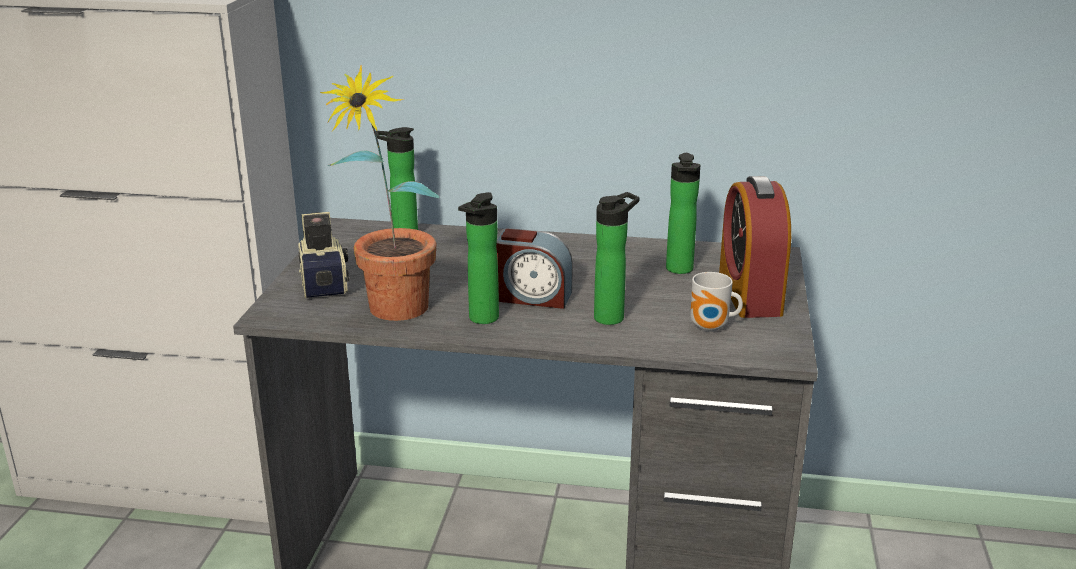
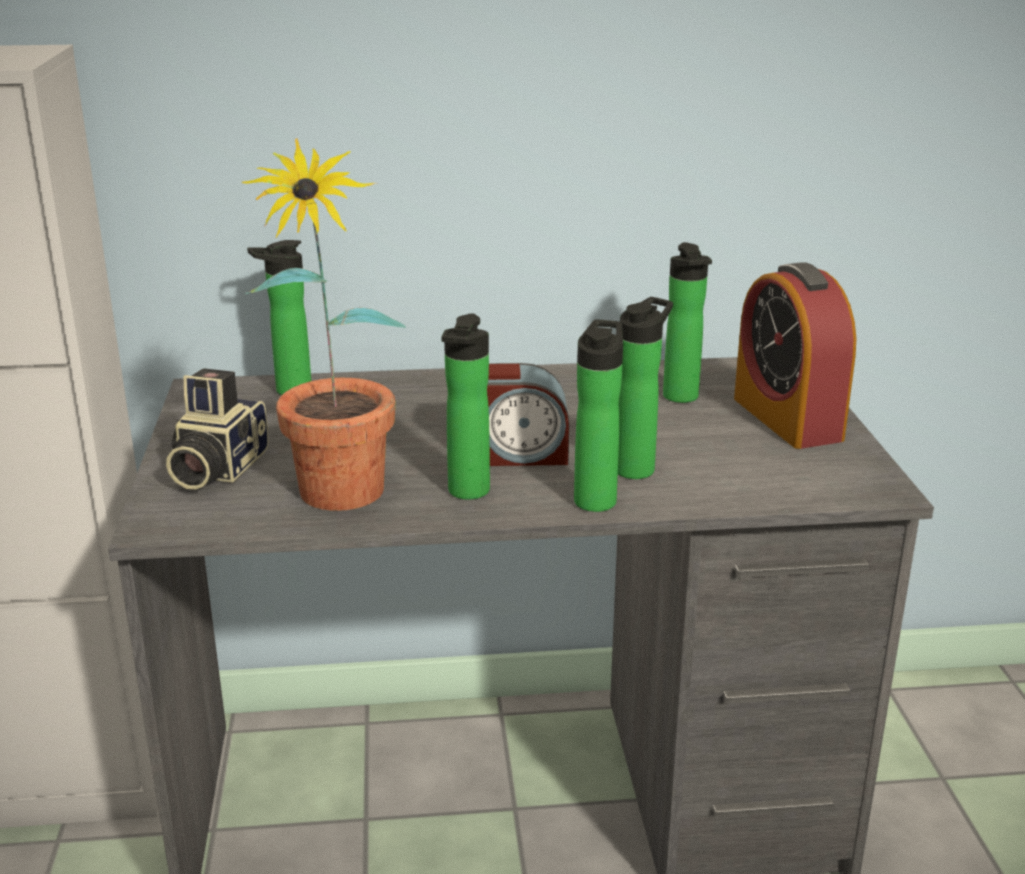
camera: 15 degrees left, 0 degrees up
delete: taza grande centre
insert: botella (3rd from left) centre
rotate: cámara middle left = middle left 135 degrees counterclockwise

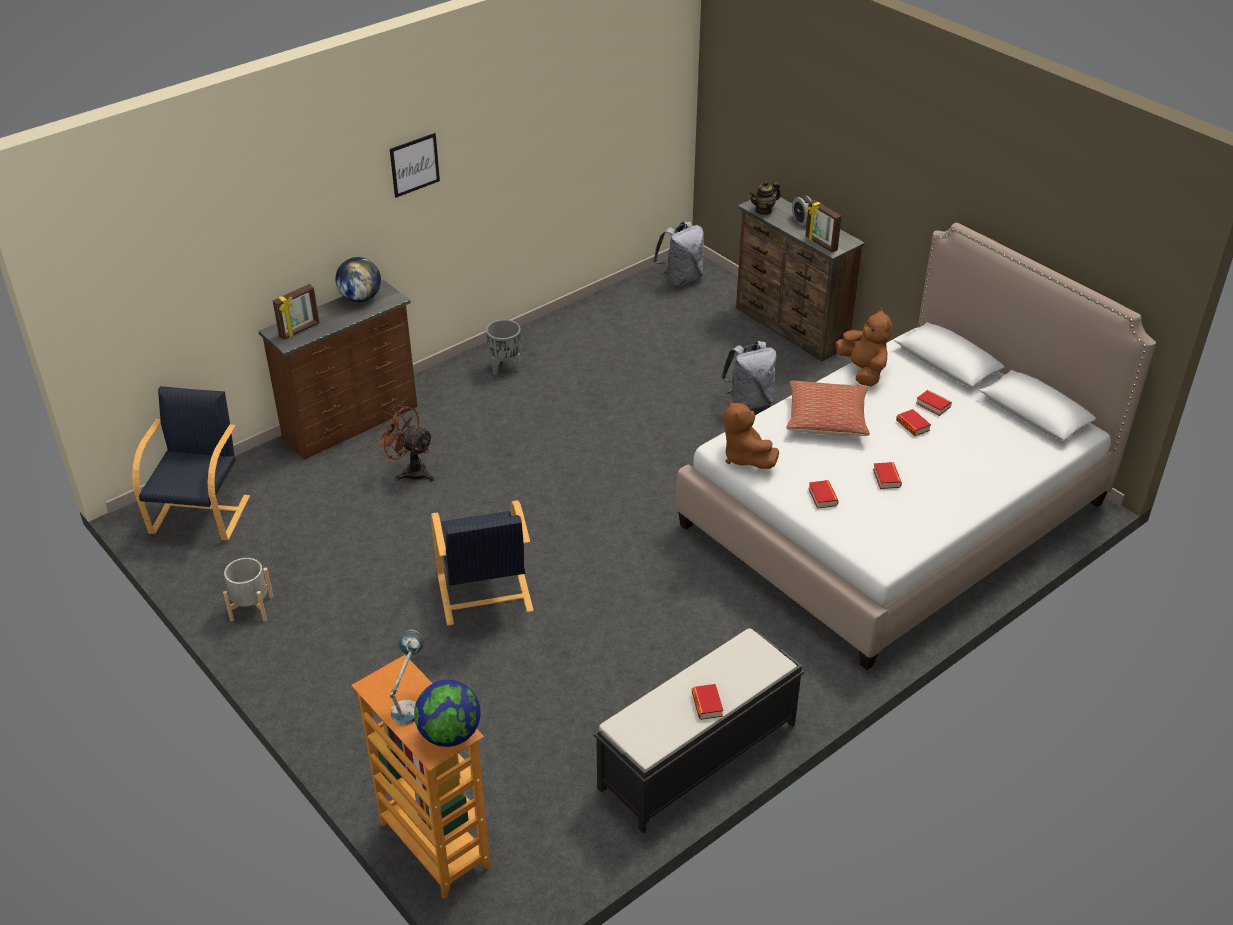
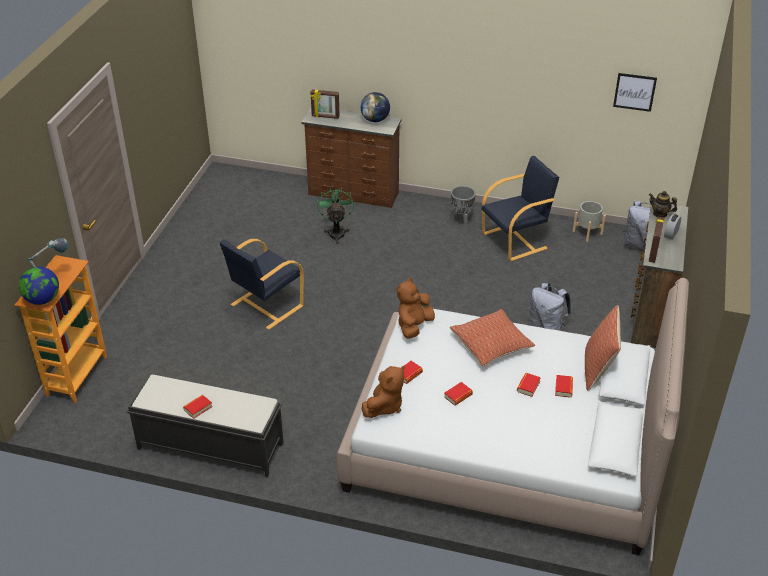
camera: 55 degrees right, 0 degrees up
insert: cojín (2nd from left) middle right
move: sillón [negro] (1st from left in the first image) middle left to sillón [negro] (2nd from left) middle right; maceta [gris] (1st from left in the first image) middle left to maceta [gris] (2nd from left) middle right; cuadro top centre to top right; peluche [marrón] (2nd from left in the first image) middle right to peluche [marrón] (1st from left) bottom centre
recolor: ventilador [marrón] middle left to ventilador [verde] centre

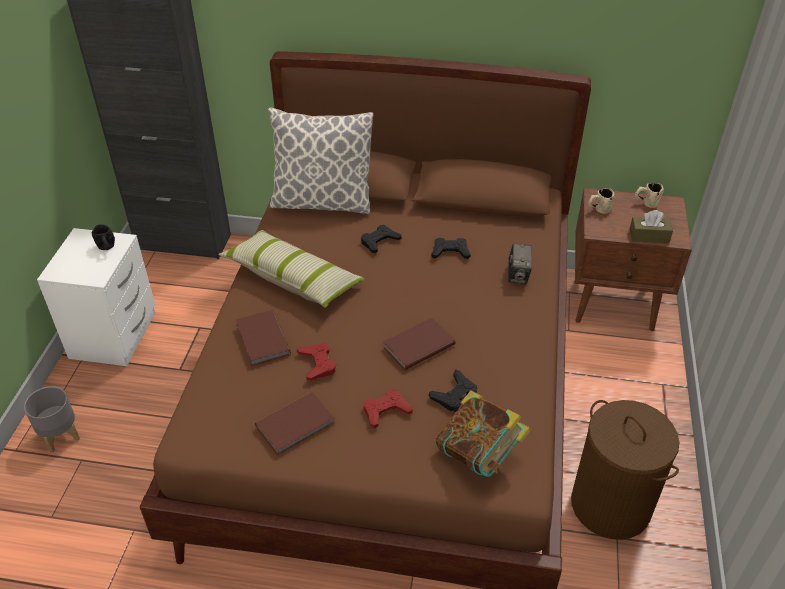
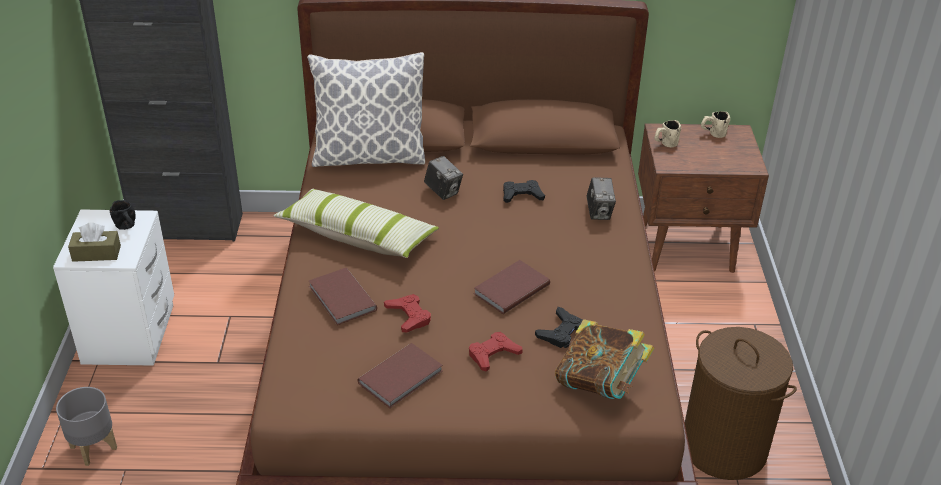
camera: 10 degrees left, 5 degrees down
move: caja de pañuelos [marrón] middle right to middle left
replace: mando de consola [negro] (1st from left) centre to cámara (1st from left) centre

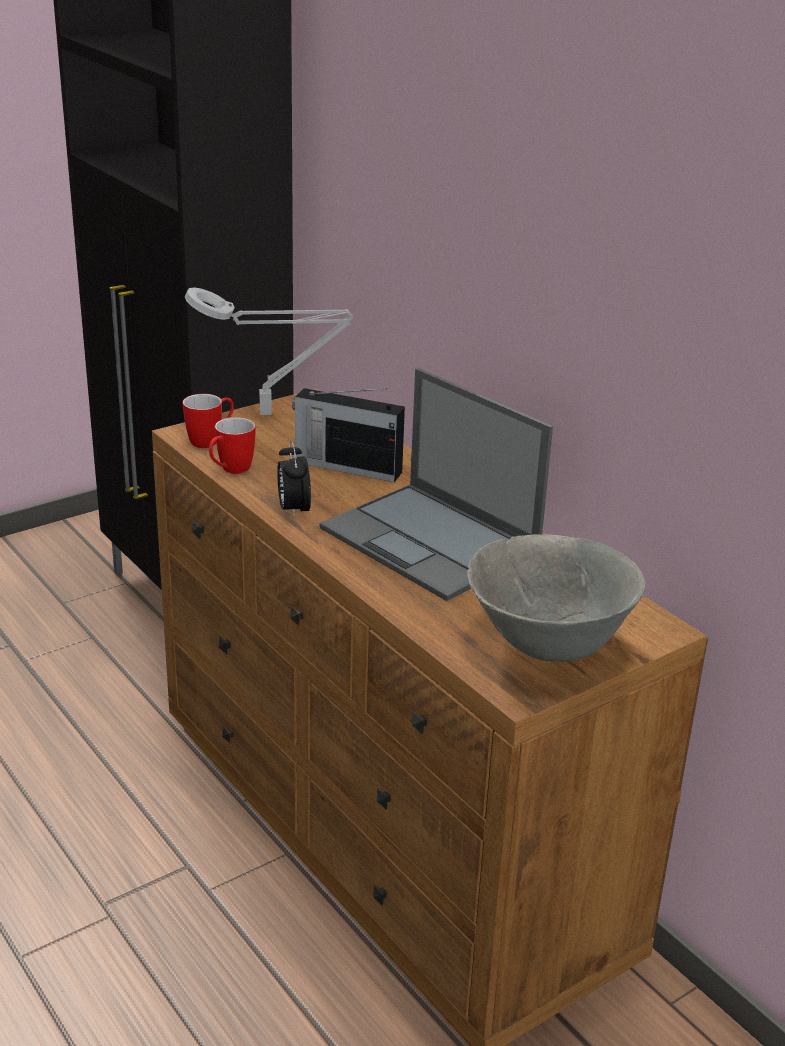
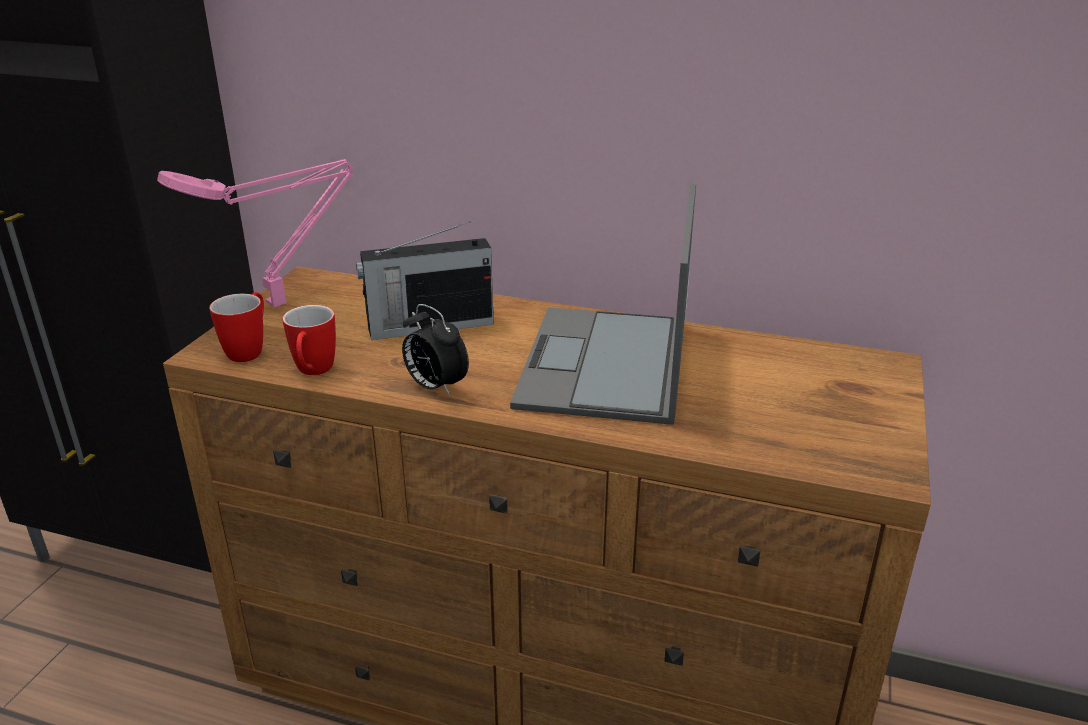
camera: 35 degrees left, 0 degrees up
delete: cuenco [gris] middle right
recolor: lámpara de mesa [gris] centre to lámpara de mesa [rosa] top left
rotate: portátil centre = centre 90 degrees clockwise

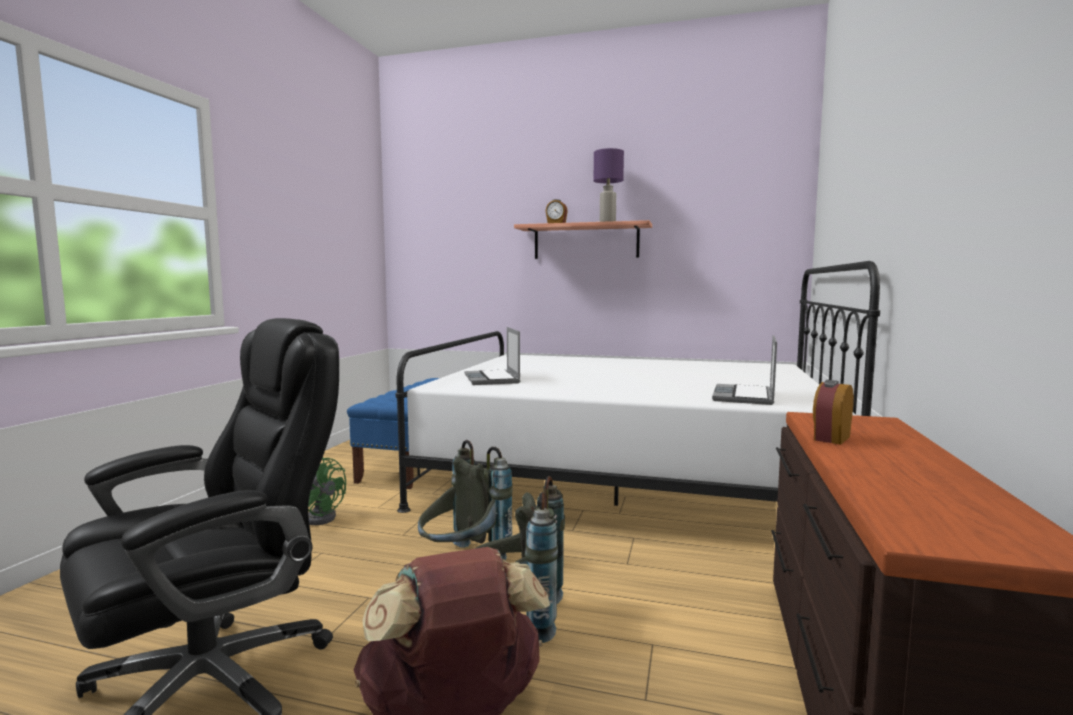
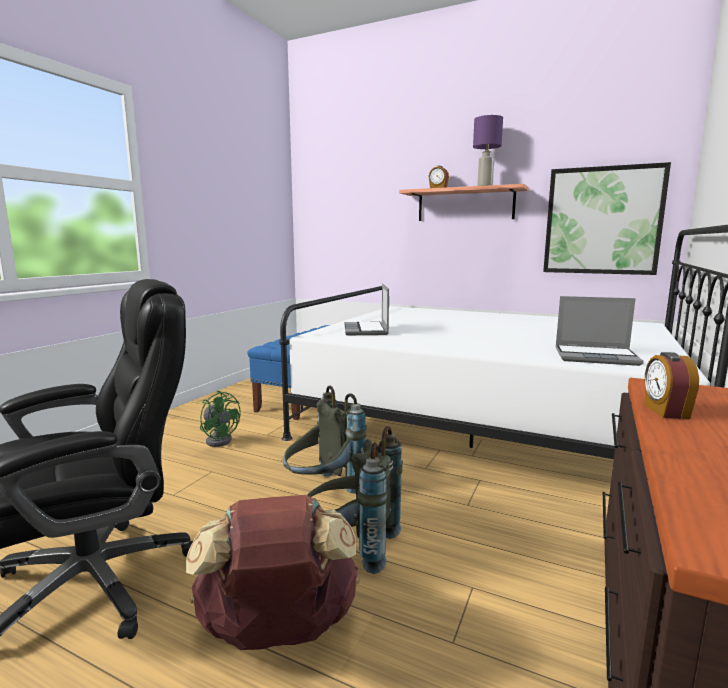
camera: 10 degrees right, 5 degrees up
insert: cuadro top right
rotate: portátil (2nd from left) middle right = middle right 105 degrees counterclockwise; despertador (2nd from left) middle right = middle right 45 degrees counterclockwise

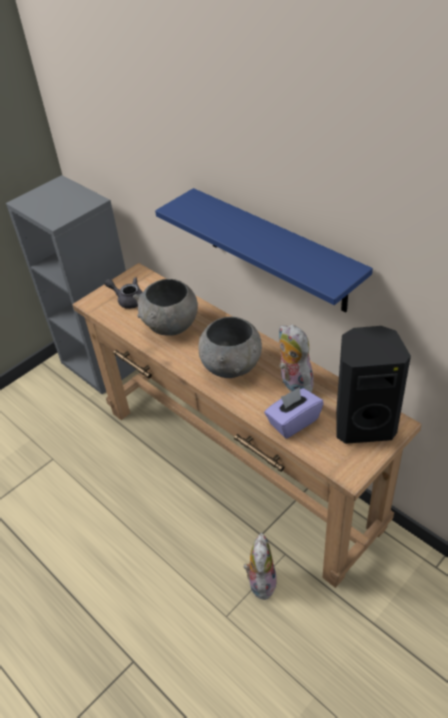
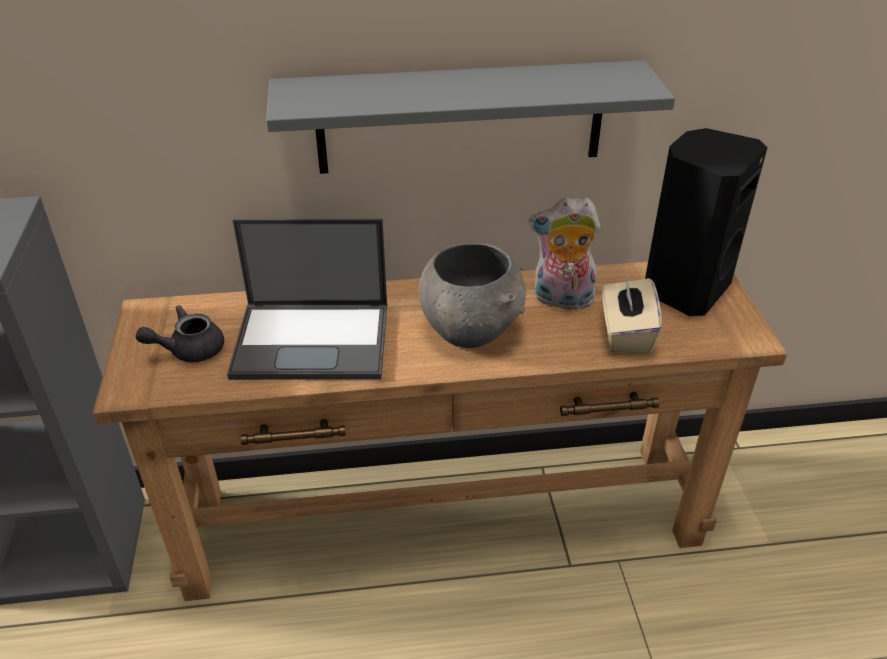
camera: 55 degrees left, 5 degrees down
delete: peluche (1st from left) bottom centre
replace: cuenco [gris] (1st from left) centre to portátil centre
recolor: estante [azul] centre to estante [gris] top centre; caja de pañuelos [morado] centre to caja de pañuelos [beis] middle right

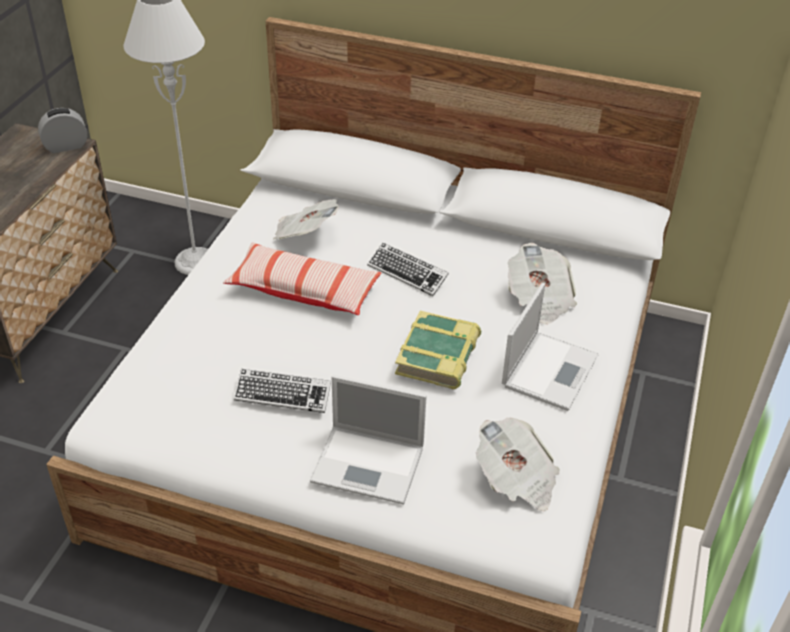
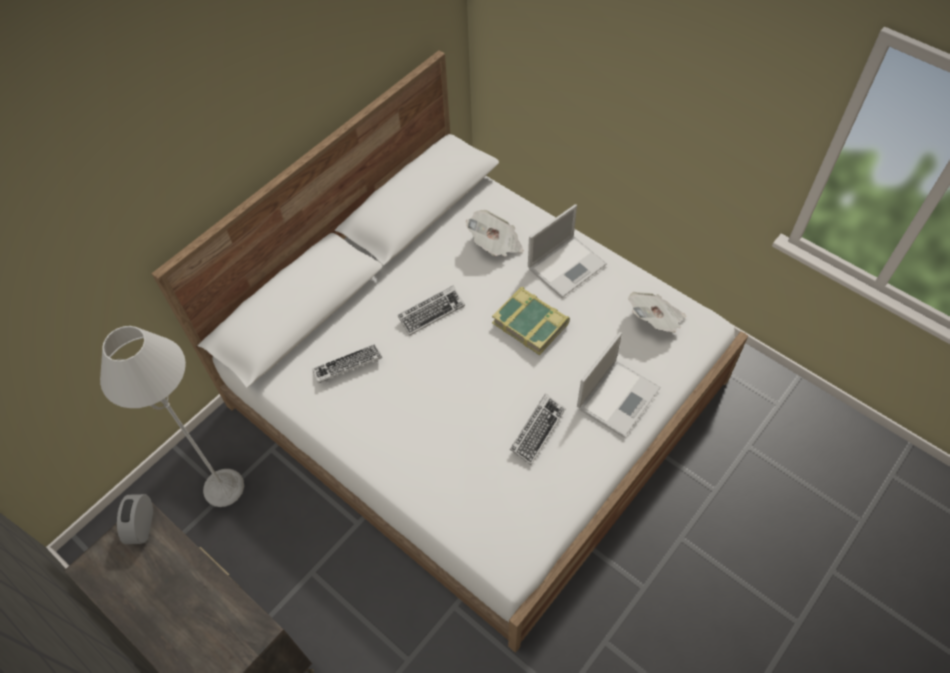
camera: 65 degrees left, 15 degrees up
delete: cojín centre
replace: periódico (1st from left) centre to teclado (1st from left) centre
rotate: portátil (2nd from left in the first image) middle right = centre 90 degrees clockwise

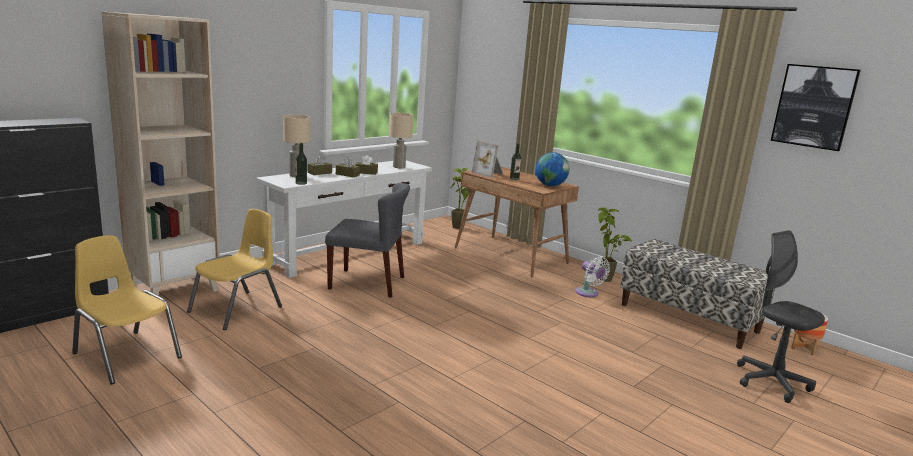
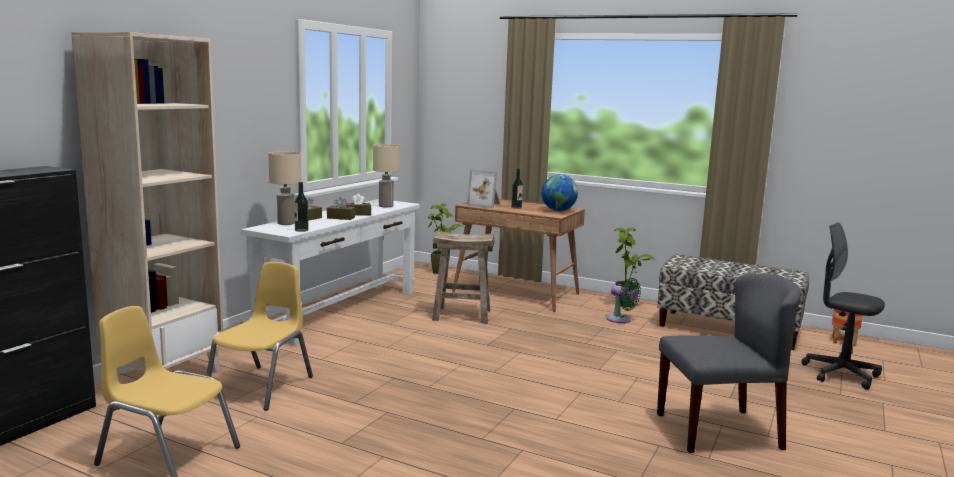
camera: 15 degrees left, 5 degrees down
delete: cuadro top right
insert: taburete [beis] centre
move: silla [gris] centre to bottom right
recolor: ventilador [blanco] centre to ventilador [verde] centre

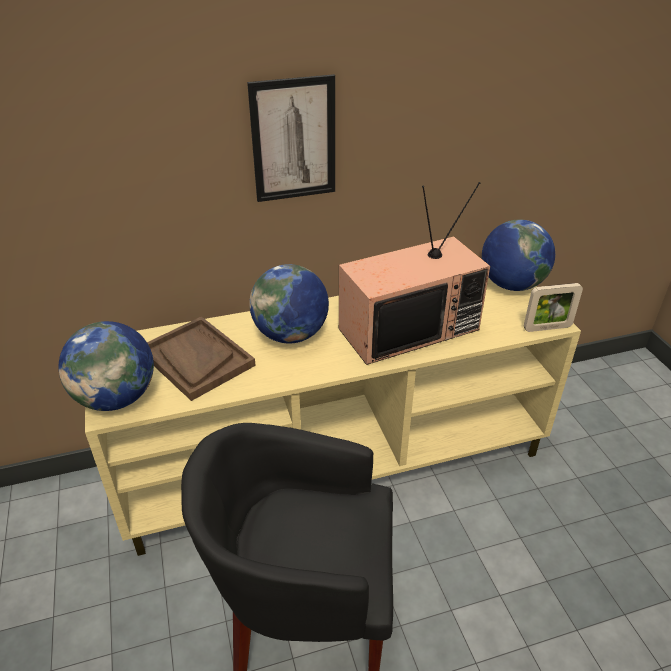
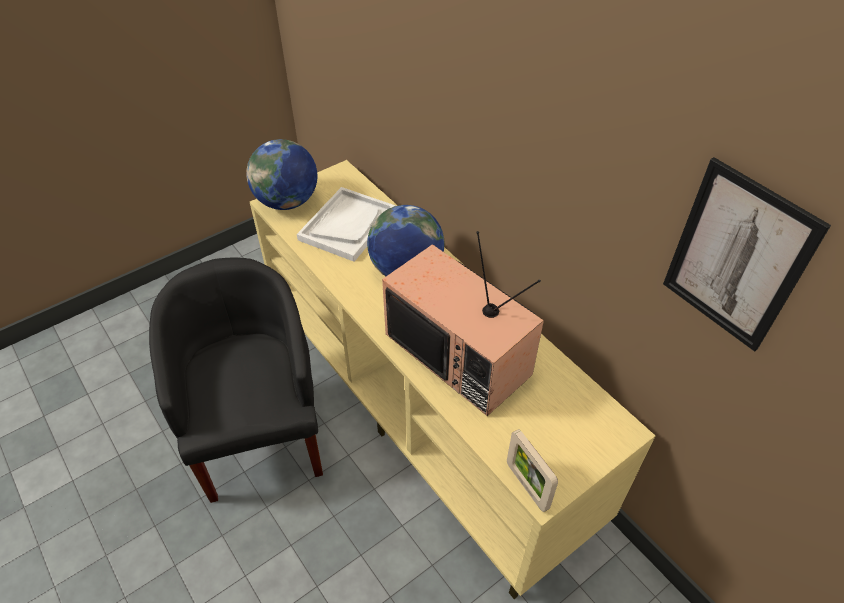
camera: 70 degrees right, 10 degrees up
delete: globo terráqueo (3rd from left) middle right
move: cuadro top centre to middle right
recolor: bandeja [marrón] middle left to bandeja [blanco] centre

